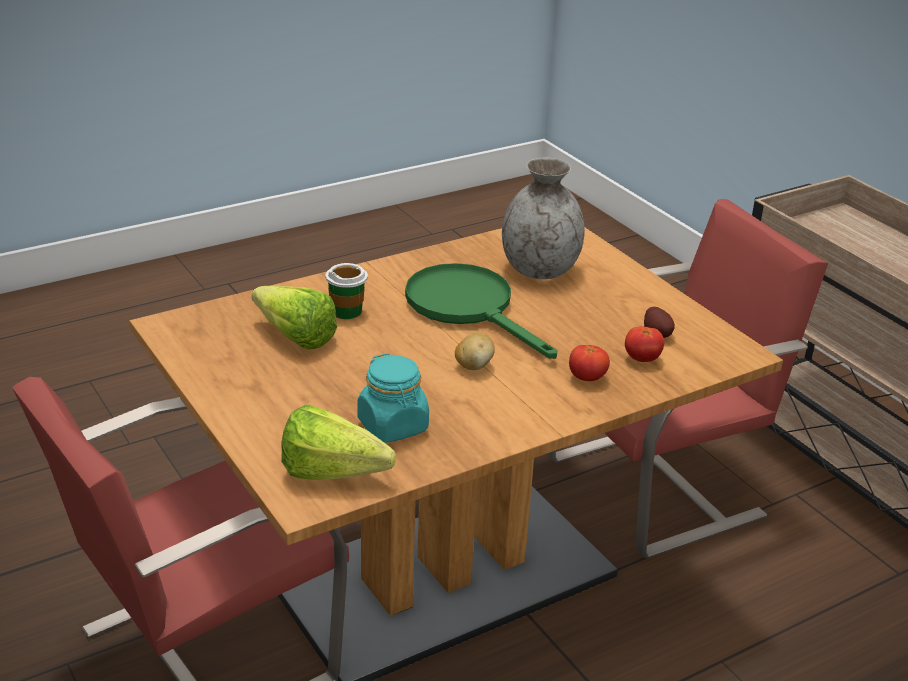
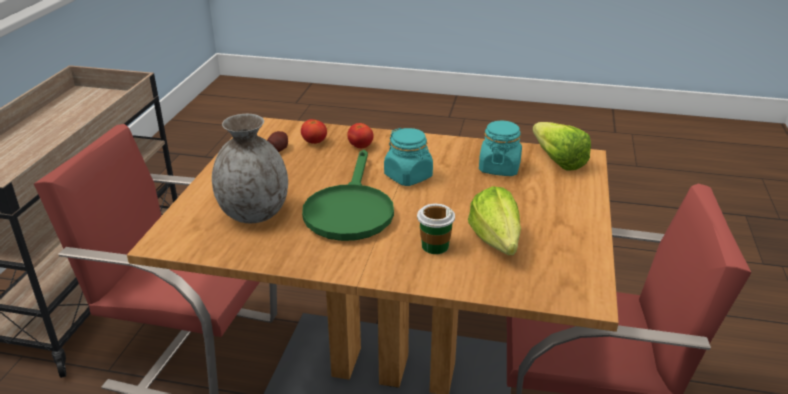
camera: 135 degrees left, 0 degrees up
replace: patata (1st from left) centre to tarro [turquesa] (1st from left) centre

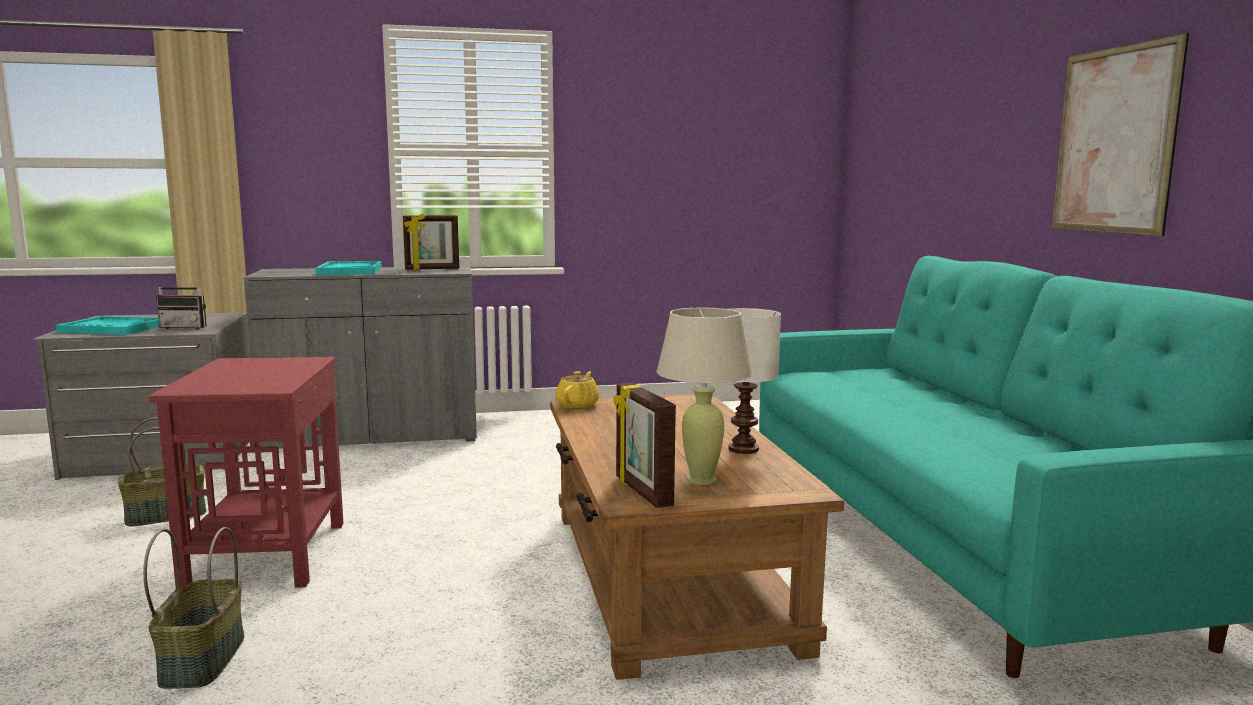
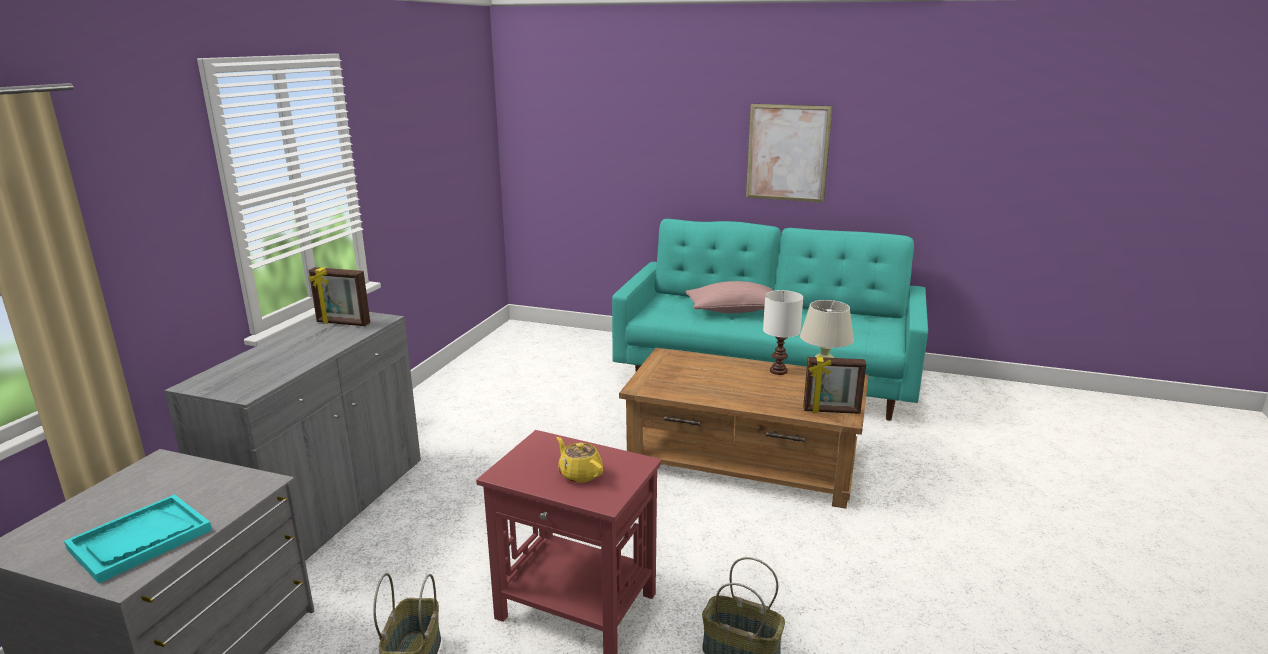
camera: 60 degrees left, 10 degrees up
delete: radio middle left; bandeja [turquesa] (2nd from left) middle left
insert: cojín [rosa] centre
move: tetera [amarillo] centre to bottom centre
rotate: portarretratos (1st from left) centre = middle left 90 degrees clockwise

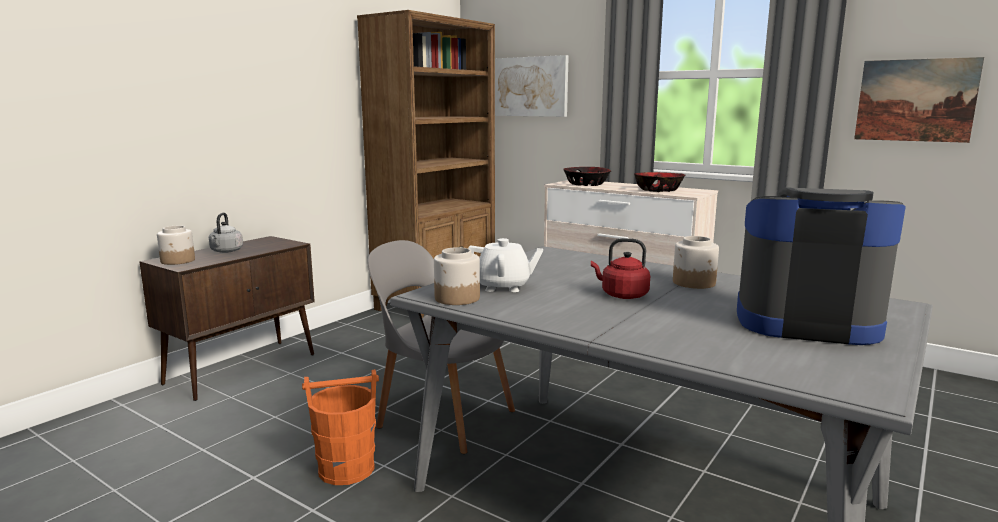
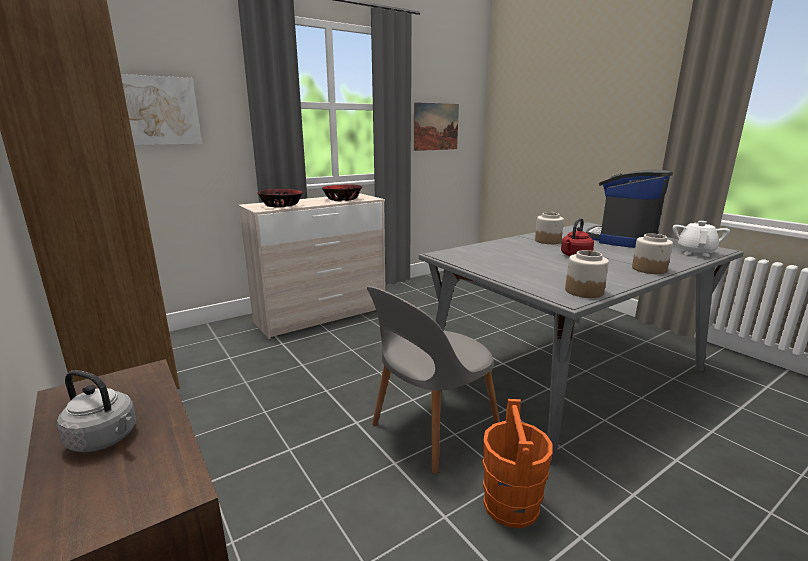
camera: 70 degrees left, 5 degrees up
move: tarro (1st from left in the first image) middle left to tarro (3rd from left) middle right; tetera [blanco] centre to middle right

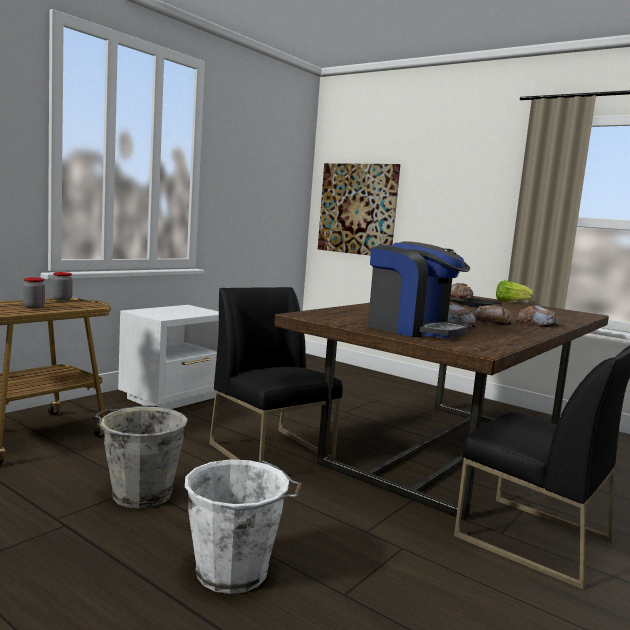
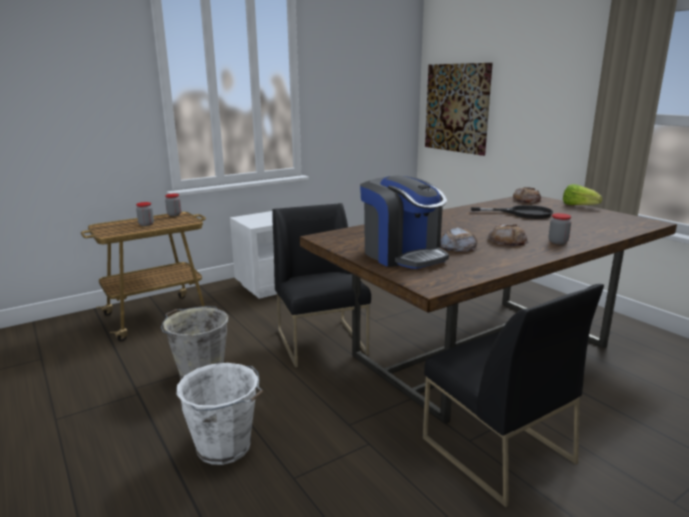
camera: 20 degrees right, 10 degrees up
replace: pan (4th from left) middle right to tarro (3rd from left) middle right

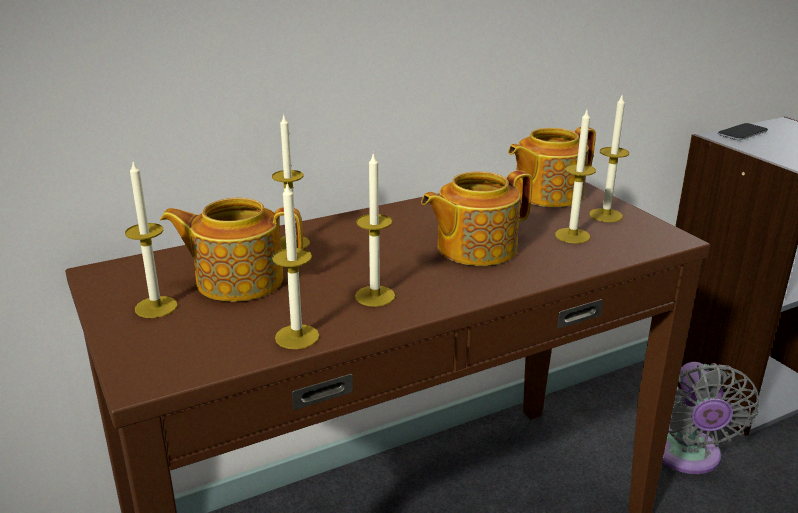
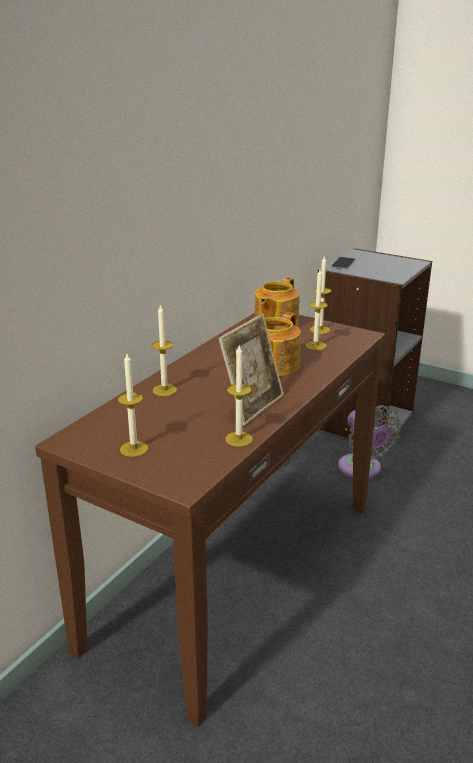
camera: 30 degrees left, 0 degrees up
delete: tetera (1st from left) middle left
replace: vela (4th from left) centre to portarretratos centre

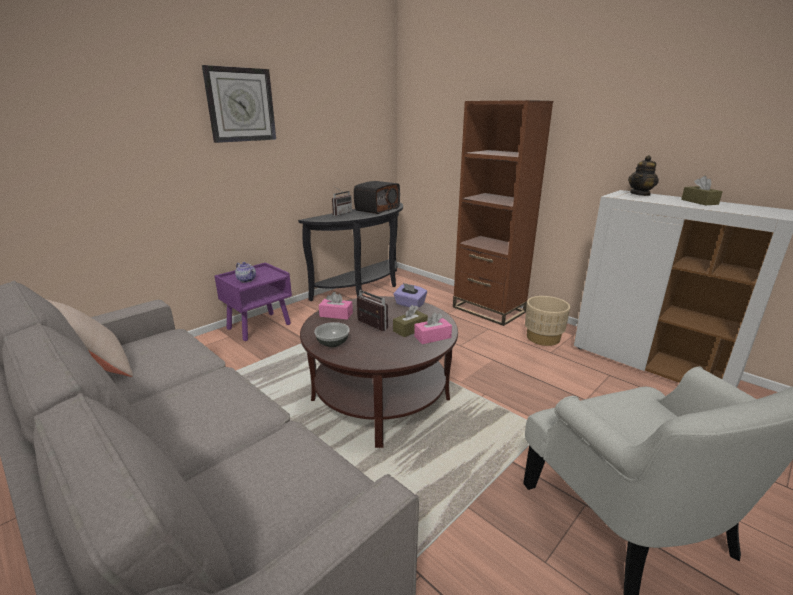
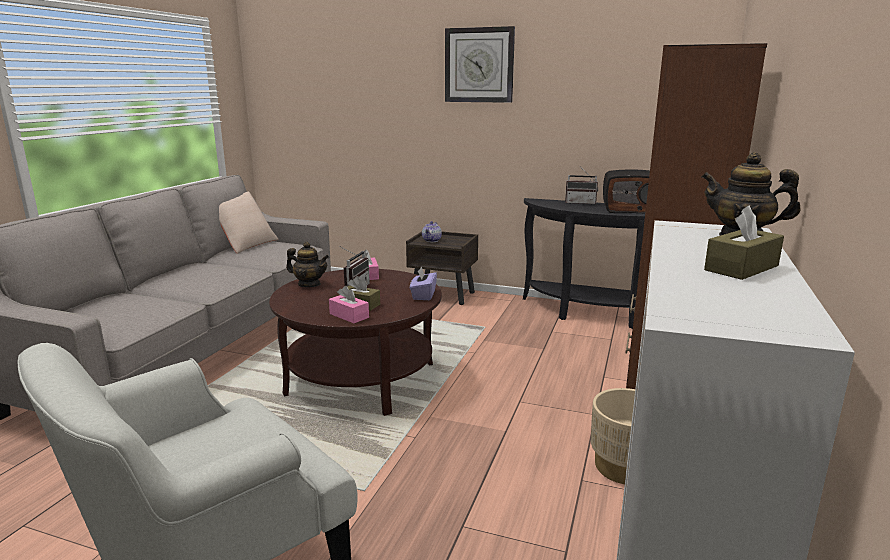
camera: 65 degrees right, 5 degrees down
replace: cuenco centre to tetera (1st from left) centre
recolor: mesita de noche [morado] middle left to mesita de noche [marrón] centre

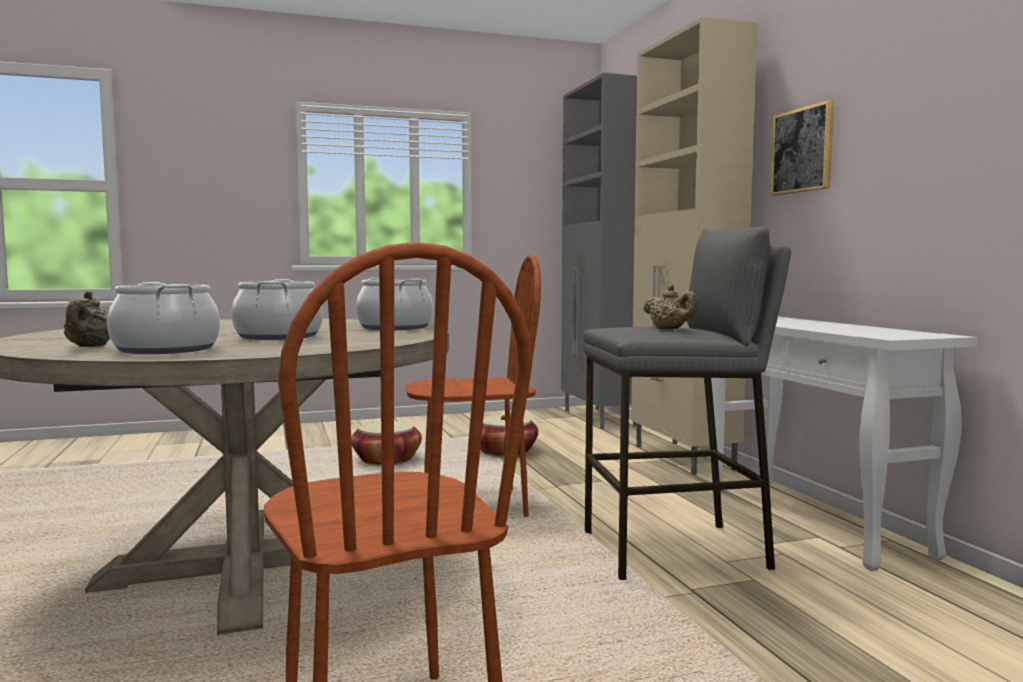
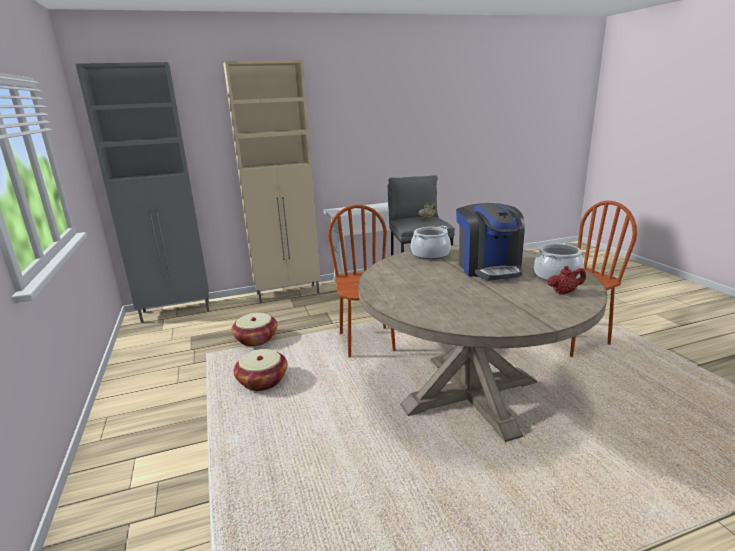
camera: 90 degrees left, 15 degrees up
delete: cuadro top right
replace: olla (2nd from left) middle left to cafetera middle right
recolor: tetera [beis] (1st from left) middle left to tetera [rojo] middle right

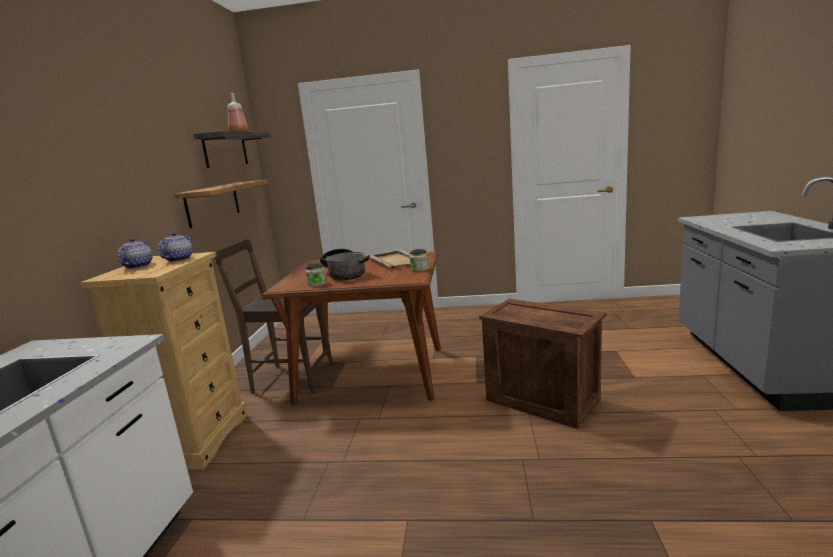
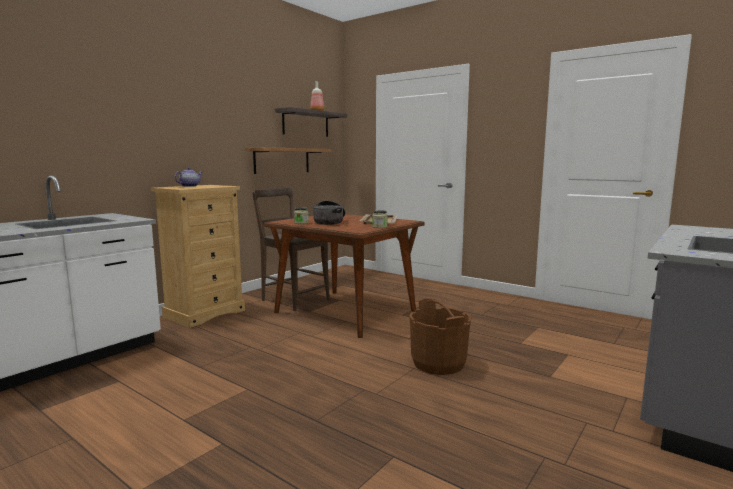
camera: 30 degrees right, 5 degrees down
delete: tetera (2nd from left) middle left
replace: caja de embalaje centre to cubo [marrón] bottom centre

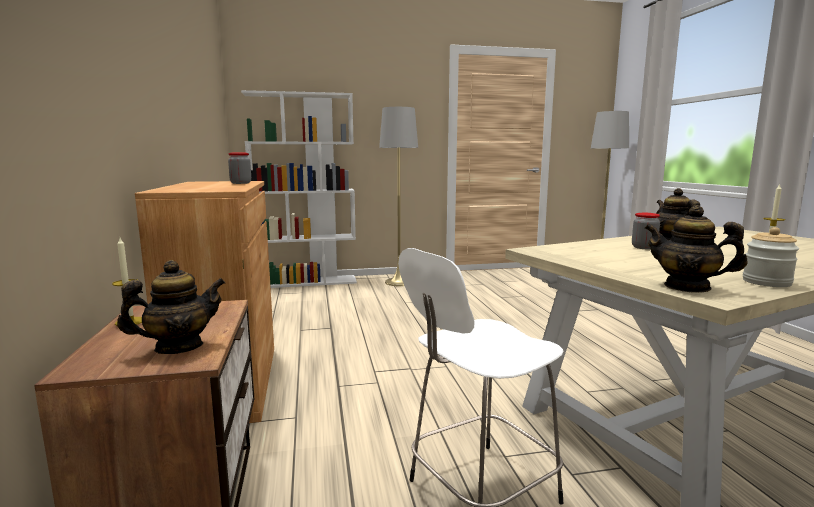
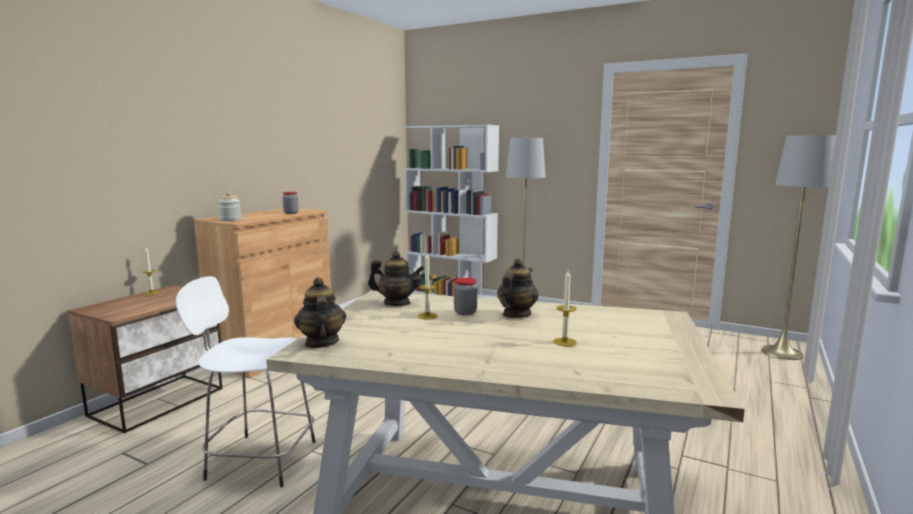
camera: 40 degrees right, 0 degrees up
insert: vela (2nd from left) centre
move: tetera (1st from left in the first image) middle left to tetera (2nd from left) centre; tarro (3rd from left in the first image) middle right to tarro (1st from left) middle left

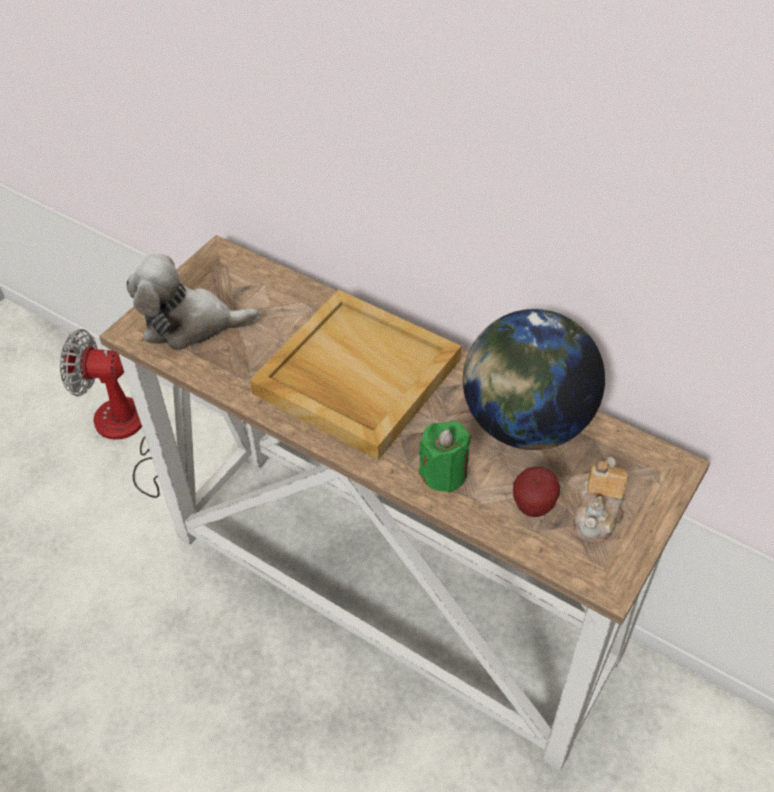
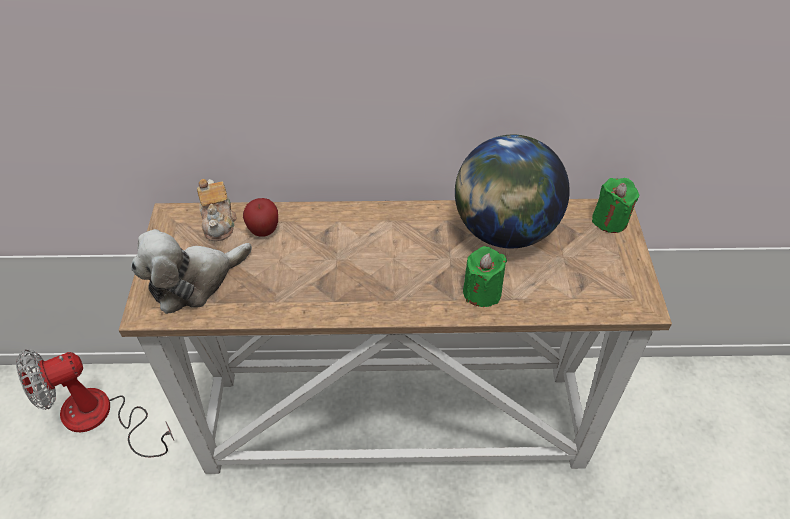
camera: 35 degrees left, 0 degrees up
delete: bandeja [beis] centre
insert: vela [verde] (2nd from left) middle right
move: manzana middle right to middle left; tetera middle right to middle left

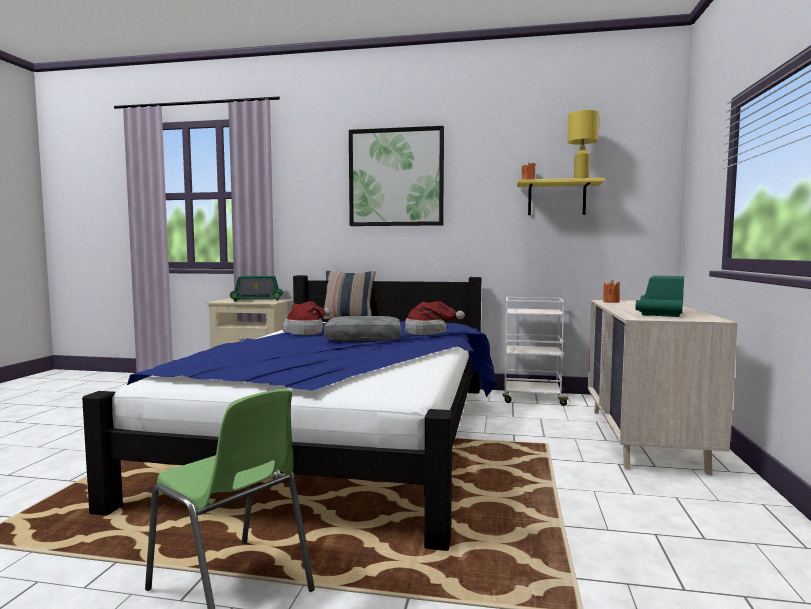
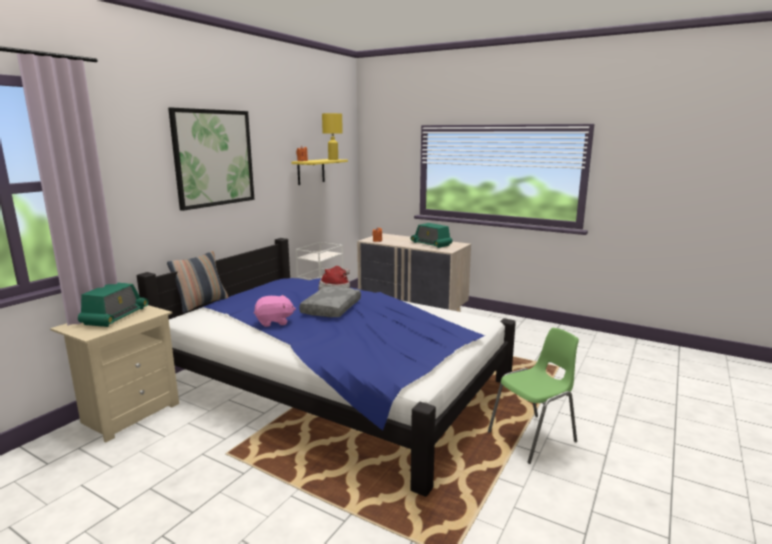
camera: 70 degrees left, 10 degrees up
replace: sombrero (1st from left) centre to peluche [rosa] centre

